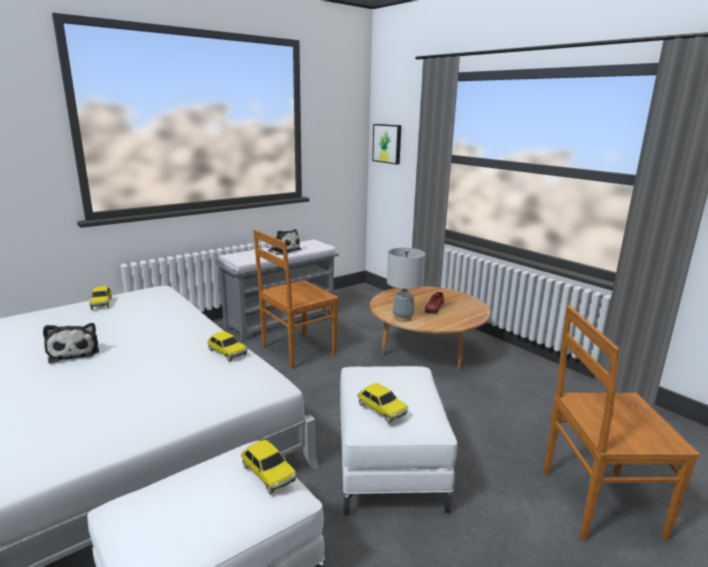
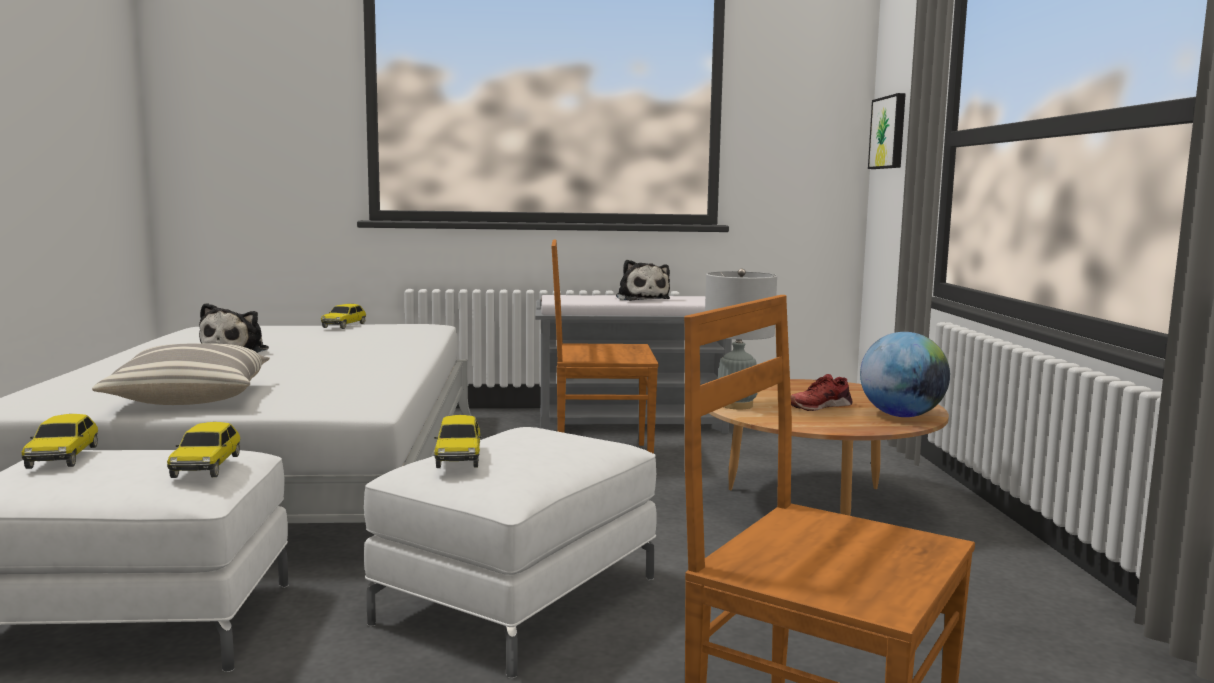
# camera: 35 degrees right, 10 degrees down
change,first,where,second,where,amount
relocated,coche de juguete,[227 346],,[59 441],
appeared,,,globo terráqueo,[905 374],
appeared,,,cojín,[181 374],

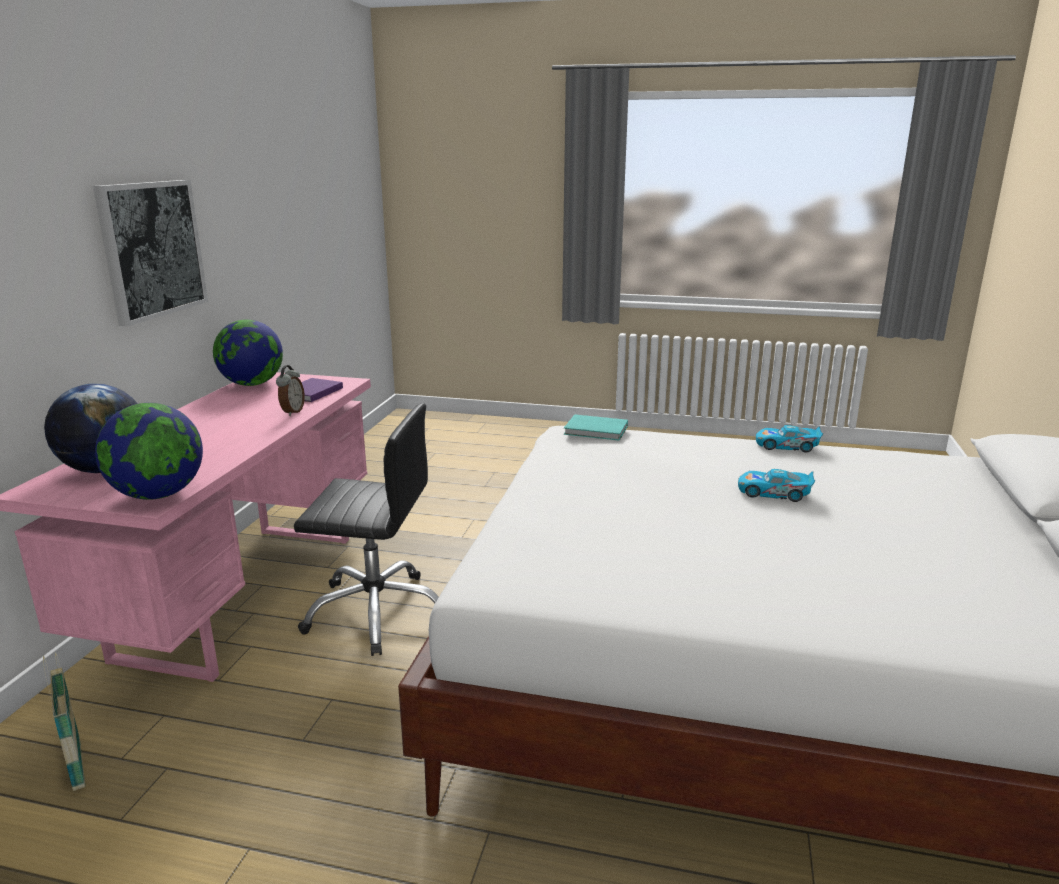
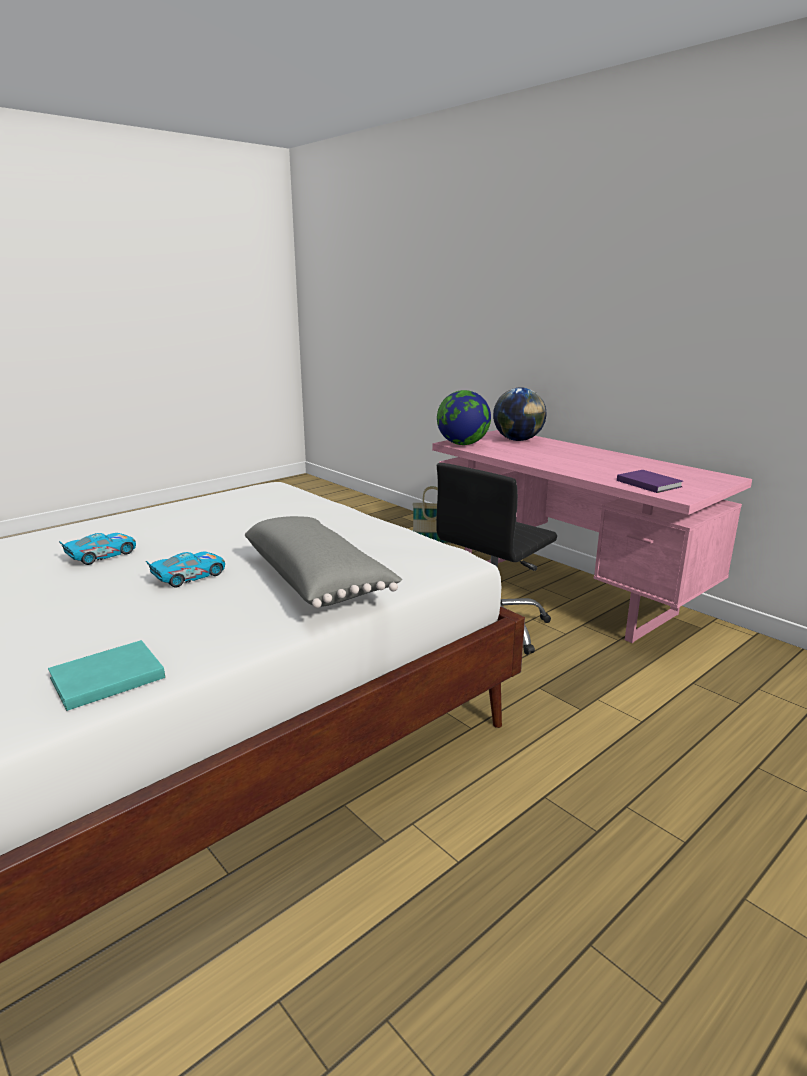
# camera: 125 degrees right, 0 degrees up
change,first,where,second,where,amount
missing,cuadro,[150 253],,,
missing,globo terráqueo,[248 353],,,
missing,despertador,[290 390],,,
relocated,libro (turquesa),[596 427],,[106 675],
relocated,coche de juguete,[789 439],,[97 549],
appeared,,,cojín (gris),[323 562],

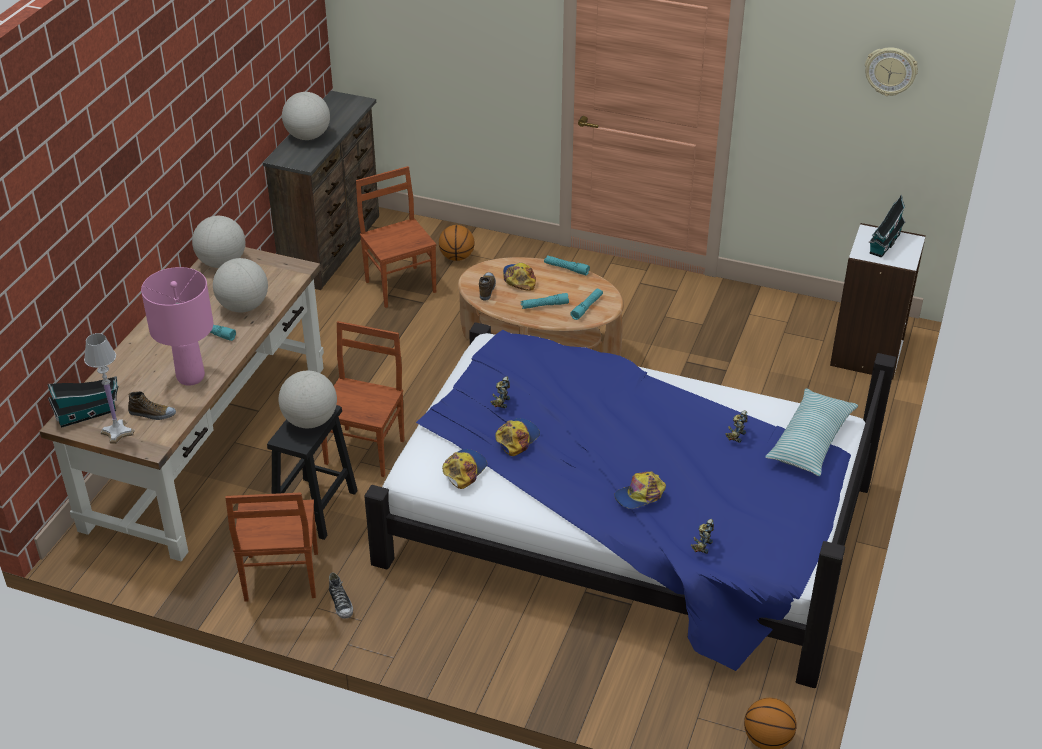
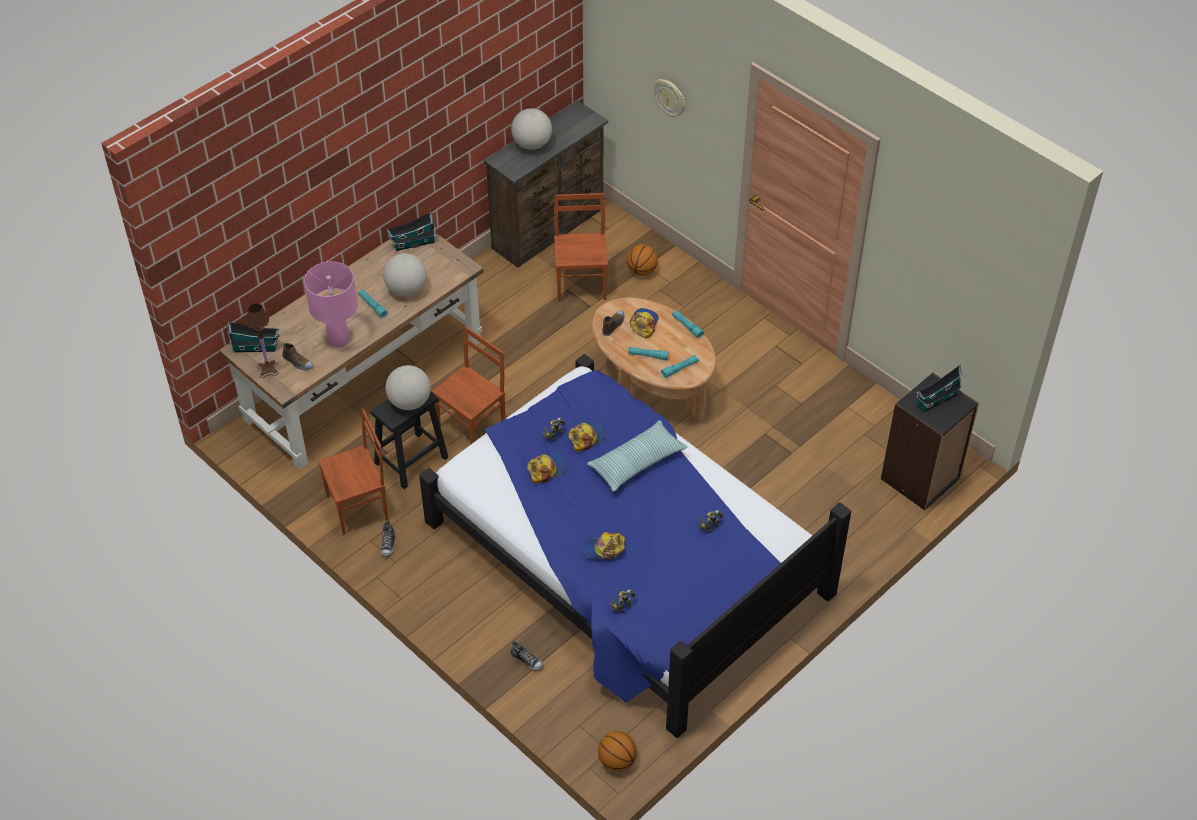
# camera: 25 degrees right, 10 degrees up
change,first,where,second,where,amount
relocated,reloj de pared,[891 71],,[669 98],
exchanged,globo terráqueo,[218 242],casita,[411 231],
colour,estantería (blanco),[878 301],estantería (negro),[930 441],
colour,lámpara de mesa (blanco),[109 388],lámpara de mesa (marrón),[262 341],
relocated,cojín,[811 432],,[637 456],
relocated,gorra,[464 469],,[587 436],
spun,silla (marrón),[271 547],,[353 471],135 degrees counterclockwise
appeared,,,zapato,[526 656],

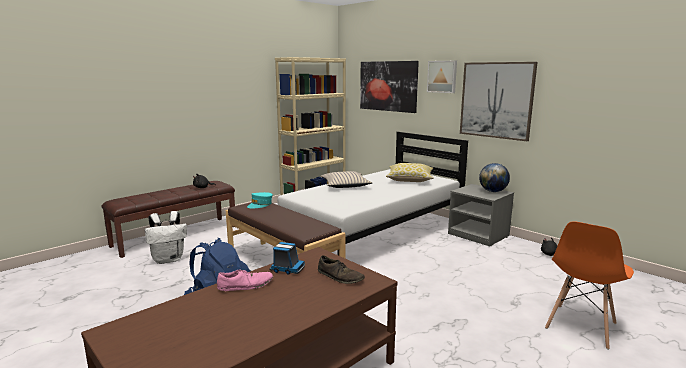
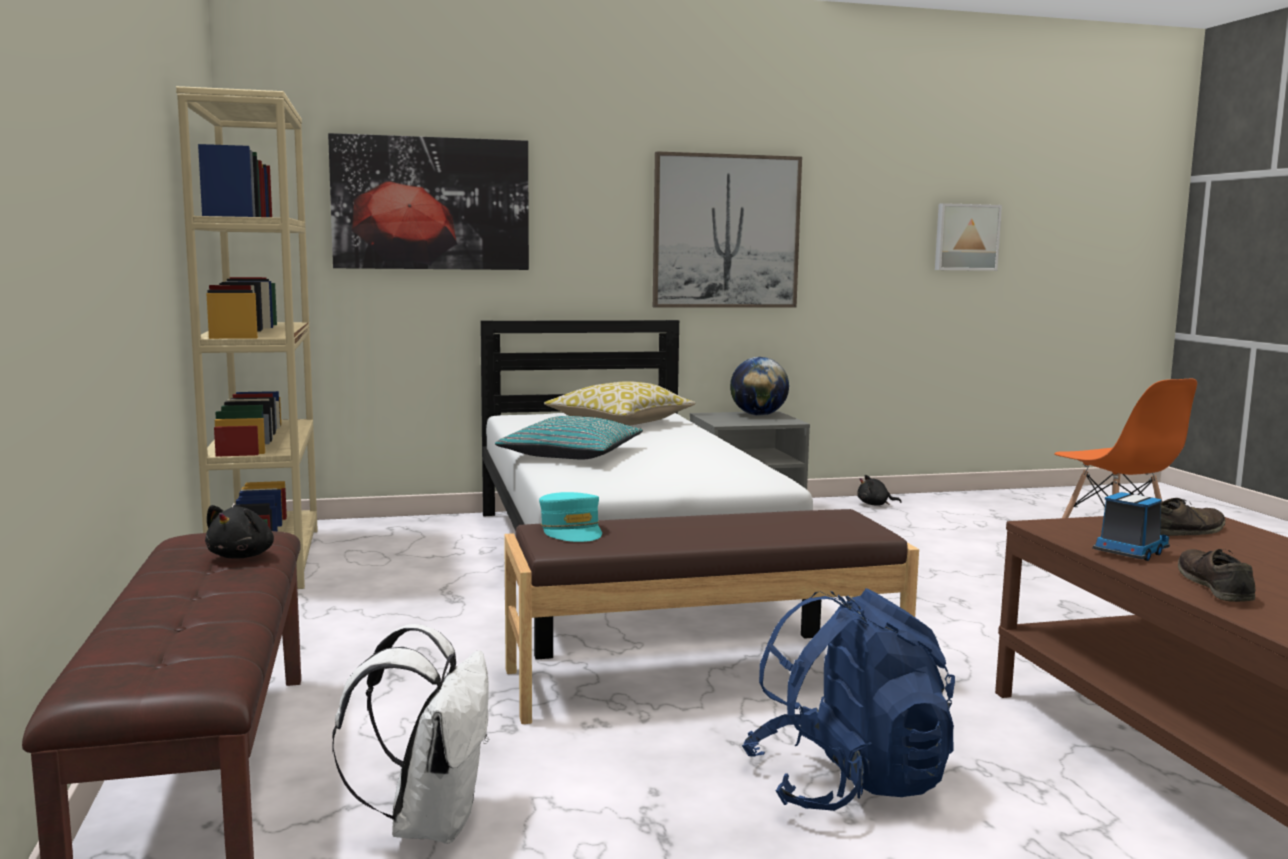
# camera: 60 degrees left, 5 degrees down
change,first,where,second,where,amount
relocated,cuadro,[442 77],,[968 237],
colour,cojín (beis),[346 179],cojín (turquesa),[569 437],
colour,zapato (rosa),[245 280],zapato (marrón),[1216 575],

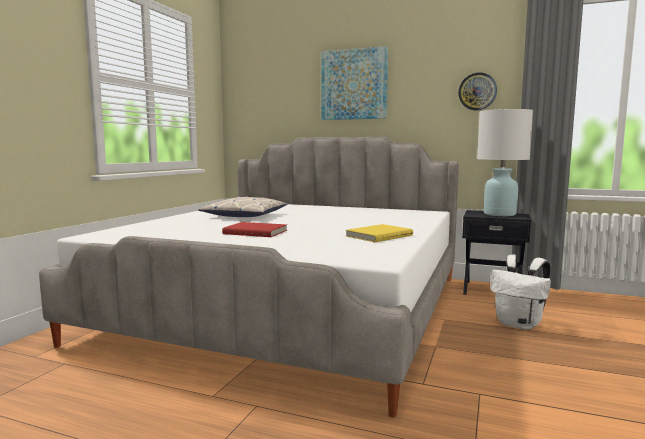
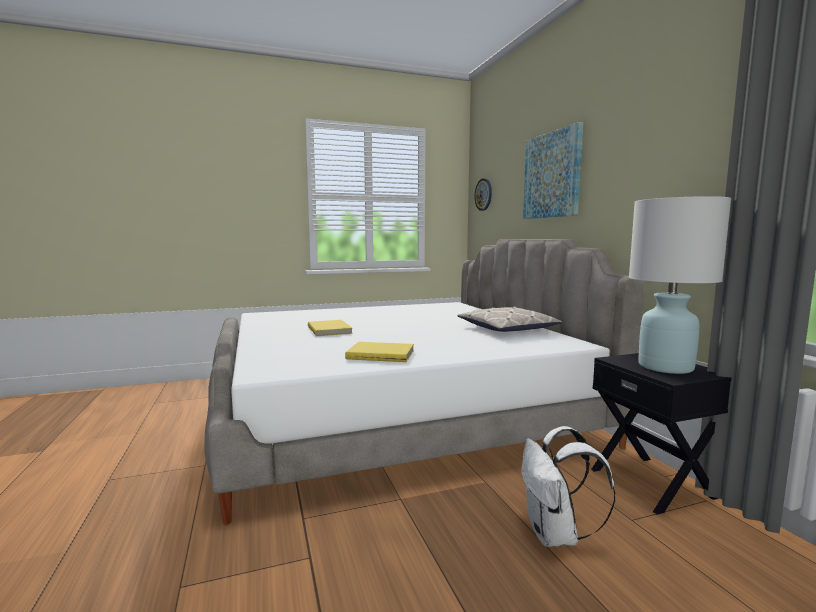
# camera: 50 degrees right, 0 degrees up
change,first,where,second,where,amount
relocated,reloj de pared,[477 91],,[483 194],
relocated,cojín,[242 206],,[509 319],
colour,libro (rojo),[254 229],libro (amarillo),[330 328],

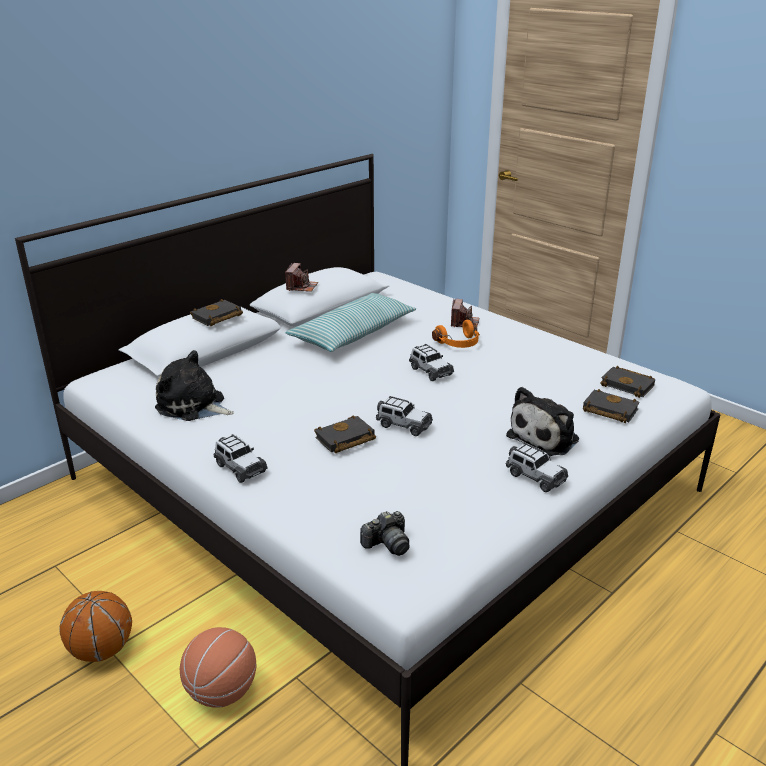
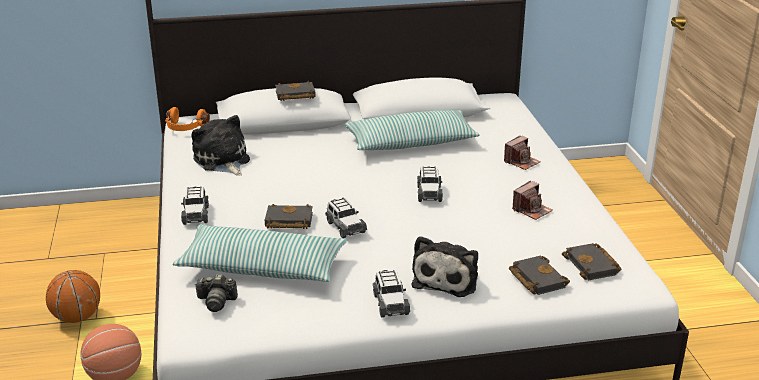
# camera: 35 degrees right, 0 degrees up
change,first,where,second,where,amount
relocated,cámara,[301 277],,[532 200],
relocated,auriculares (naranja),[456 334],,[187 119],
spun,peluche,[542 421],,[445 266],60 degrees counterclockwise
appeared,,,cojín,[260 253],

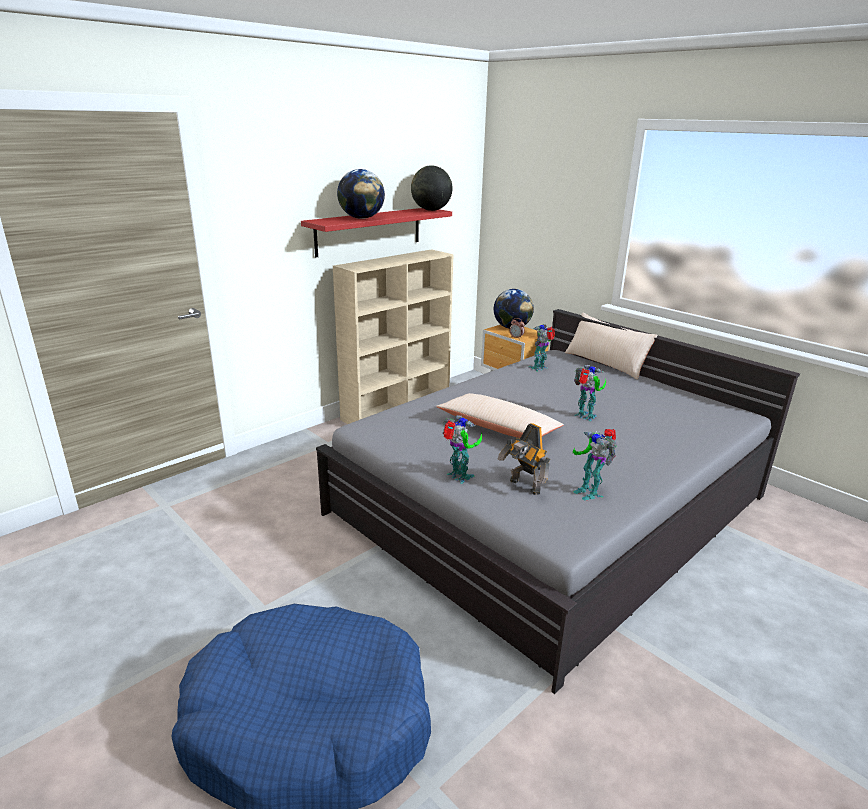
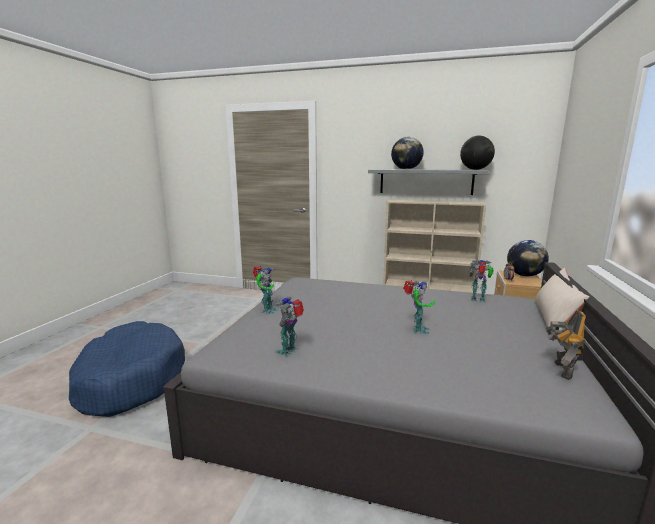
# camera: 60 degrees right, 10 degrees down
change,first,where,second,where,amount
colour,estante (rojo),[376 232],estante (gris),[428 182],
missing,cojín (beis),[500 415],,,
relocated,robot de juguete,[523 459],,[565 345],

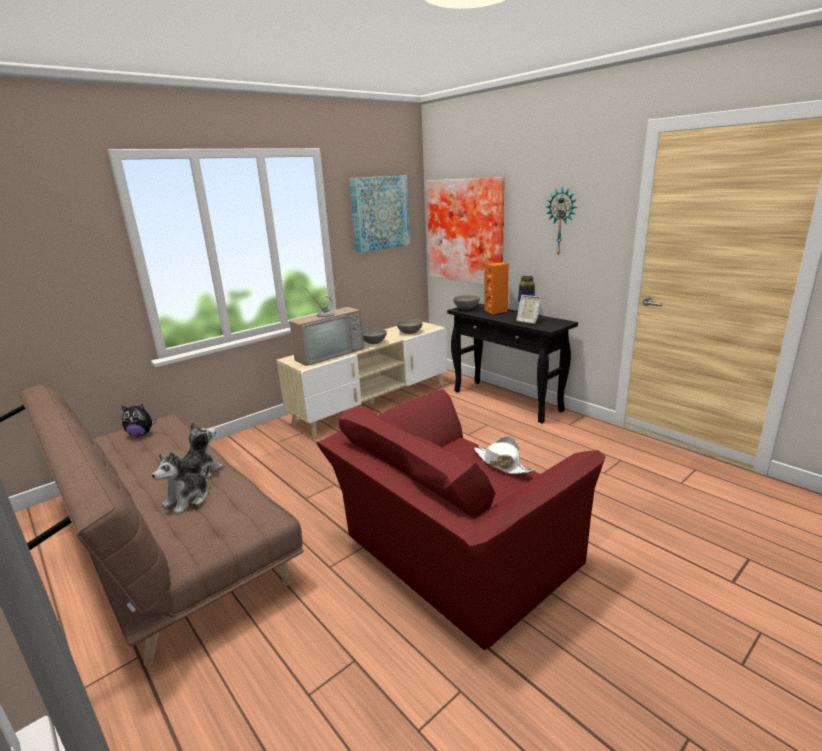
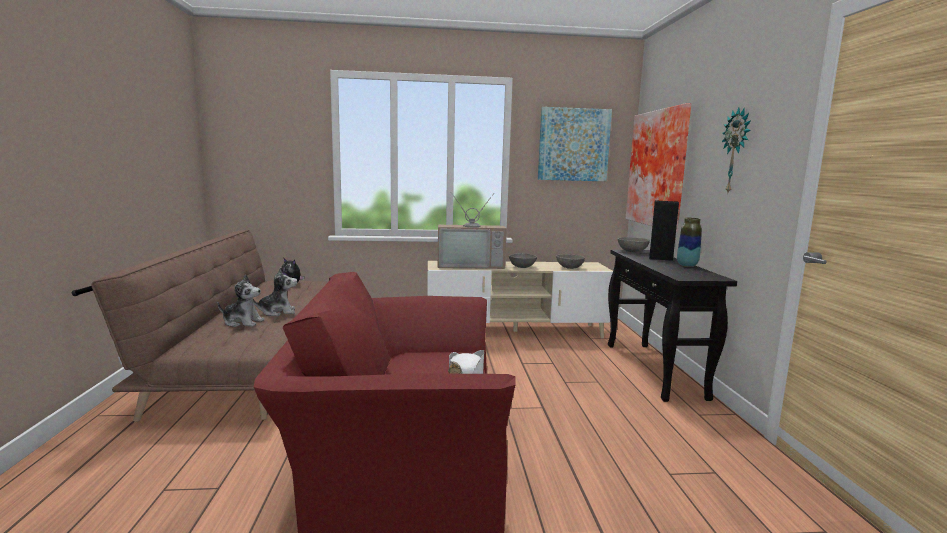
# camera: 35 degrees right, 10 degrees down
change,first,where,second,where,amount
colour,altavoz (naranja),[496 288],altavoz (negro),[664 230],
missing,portarretratos,[529 309],,,
spun,peluche,[180 482],,[241 301],150 degrees counterclockwise

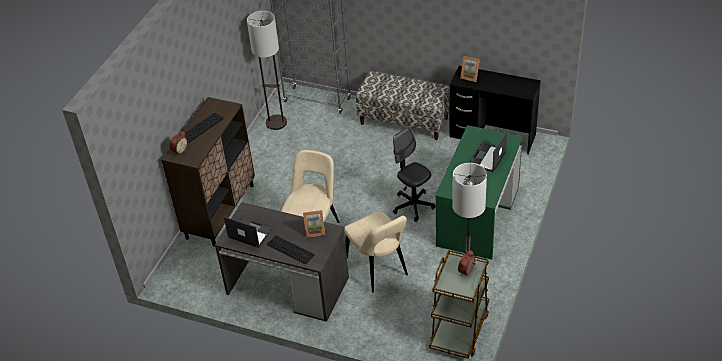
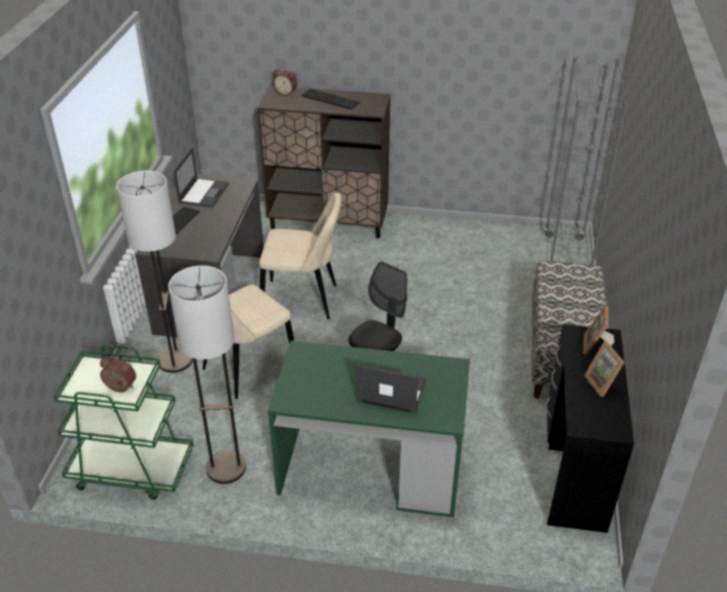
# camera: 75 degrees right, 5 degrees down
change,first,where,second,where,amount
relocated,lámpara de pie,[267 70],,[154 272],
relocated,portarretratos,[314 224],,[604 369],
colour,carrito (marrón),[459 304],carrito (verde),[123 421],

